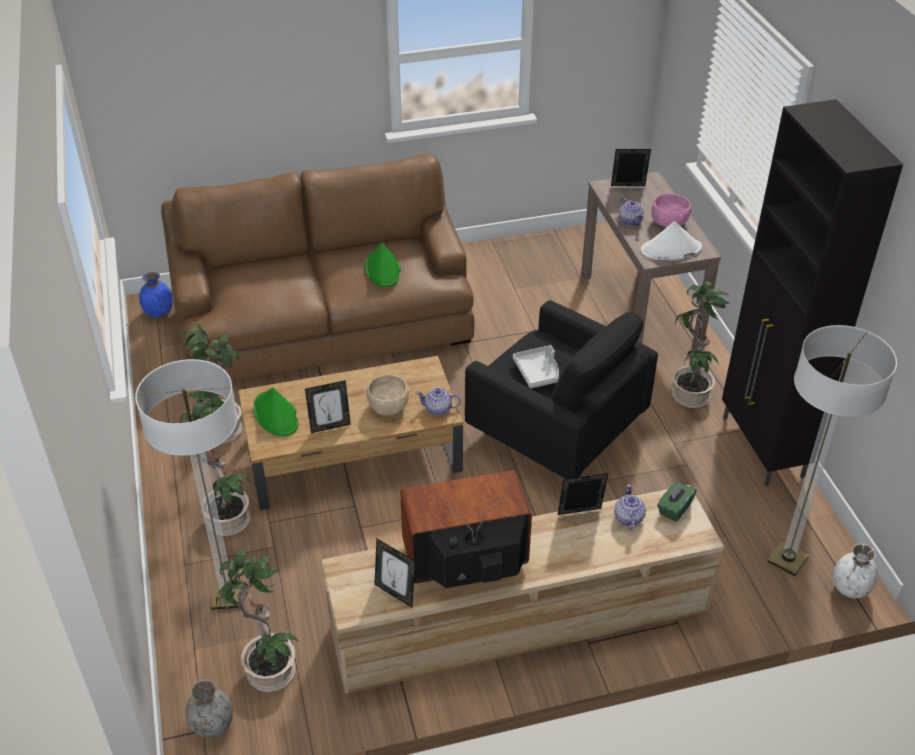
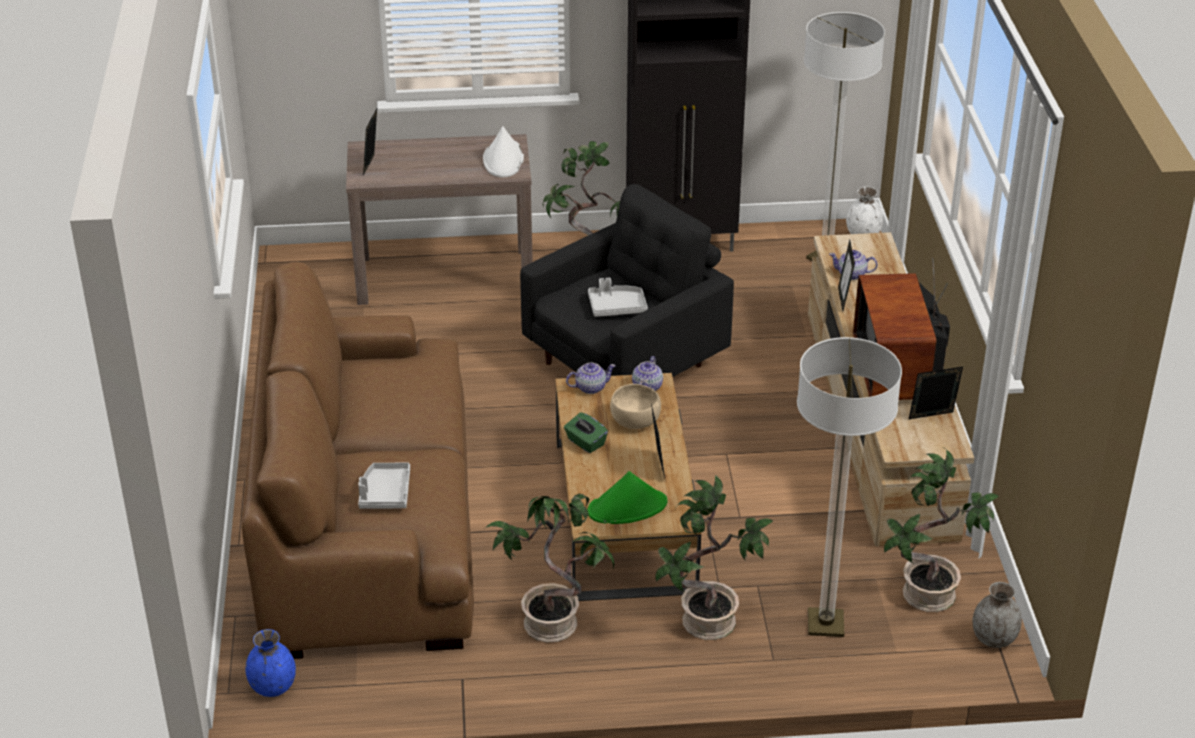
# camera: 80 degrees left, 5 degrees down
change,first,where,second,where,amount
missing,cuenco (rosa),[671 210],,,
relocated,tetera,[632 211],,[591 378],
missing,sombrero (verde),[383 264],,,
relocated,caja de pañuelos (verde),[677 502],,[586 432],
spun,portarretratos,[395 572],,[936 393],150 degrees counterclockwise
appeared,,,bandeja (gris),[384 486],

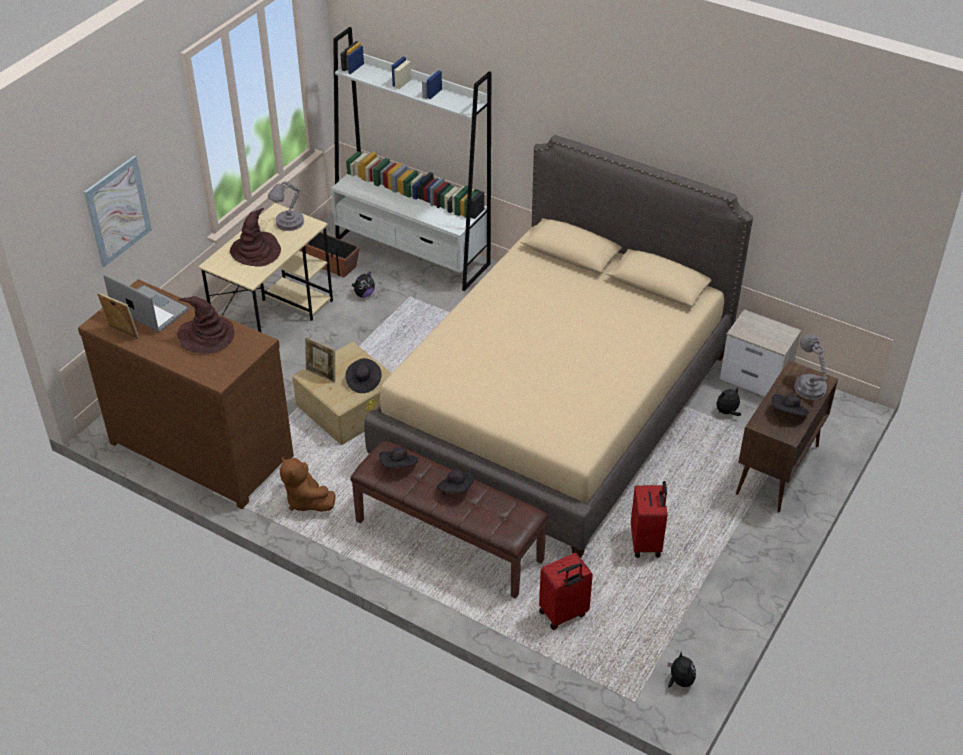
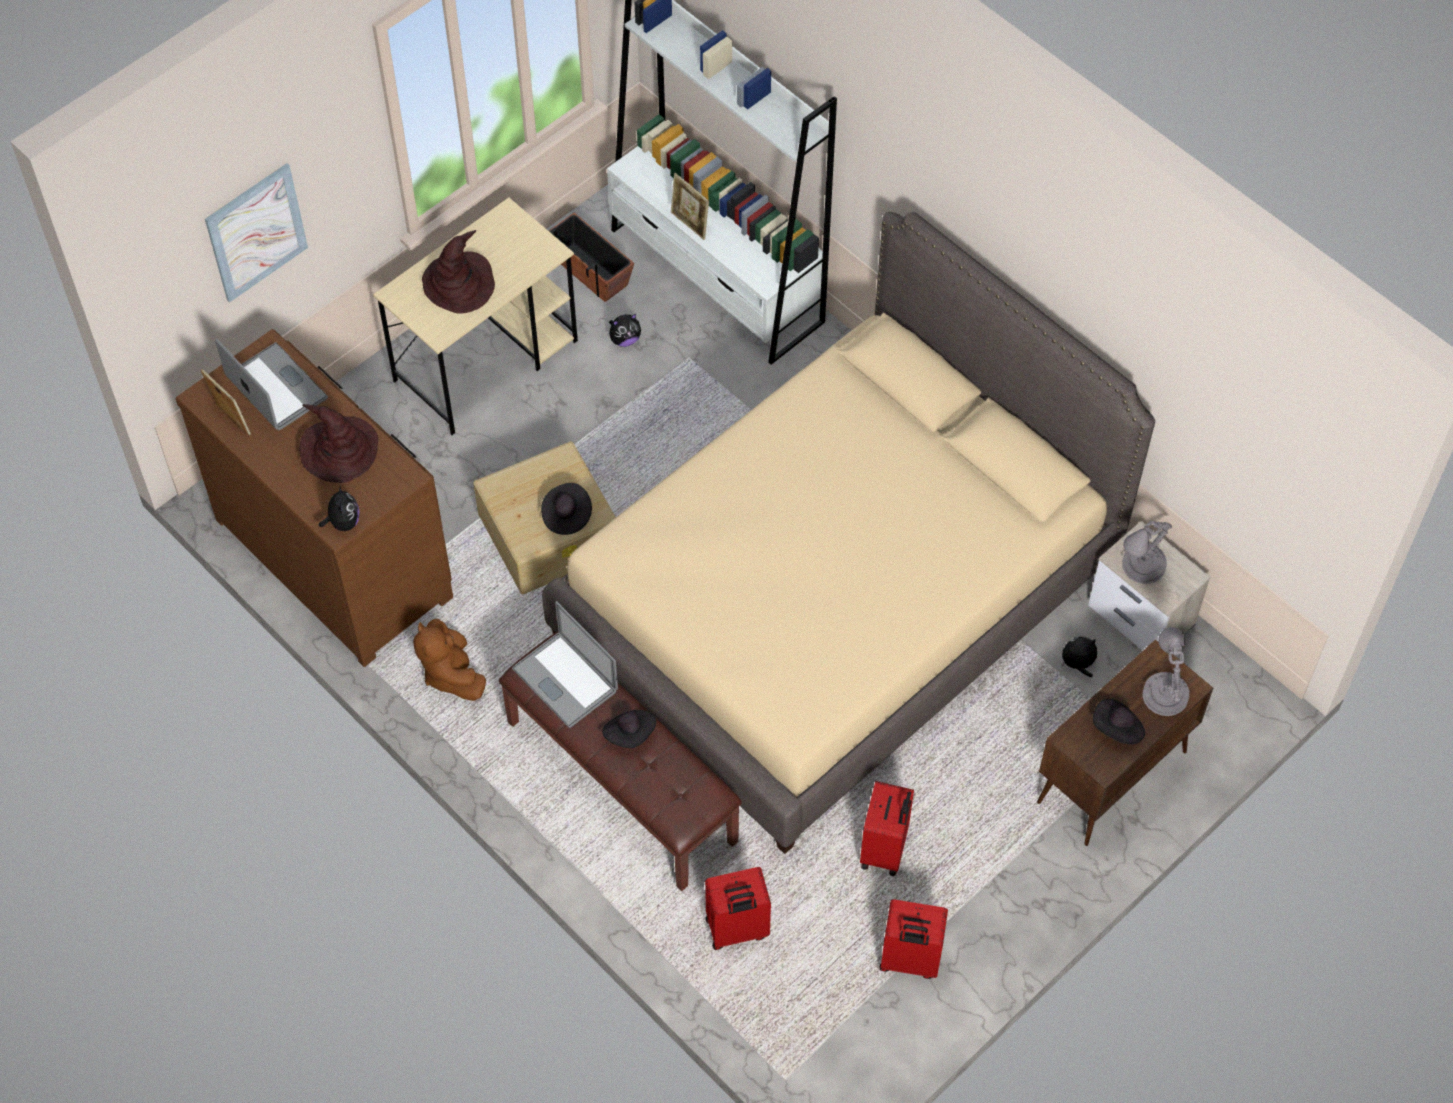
# camera: 15 degrees right, 15 degrees up
change,first,where,second,where,amount
relocated,lámpara de mesa (gris),[286 206],,[1147 552],
relocated,portarretratos,[320 360],,[690 206],
exchanged,sombrero (negro),[398 457],portátil,[565 664],
relocated,peluche,[682 669],,[339 508],
appeared,,,maleta (rojo),[913 939],

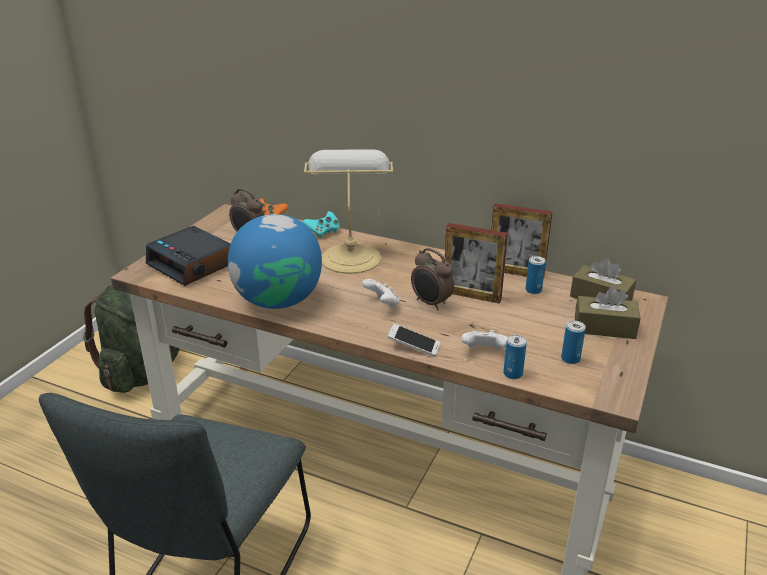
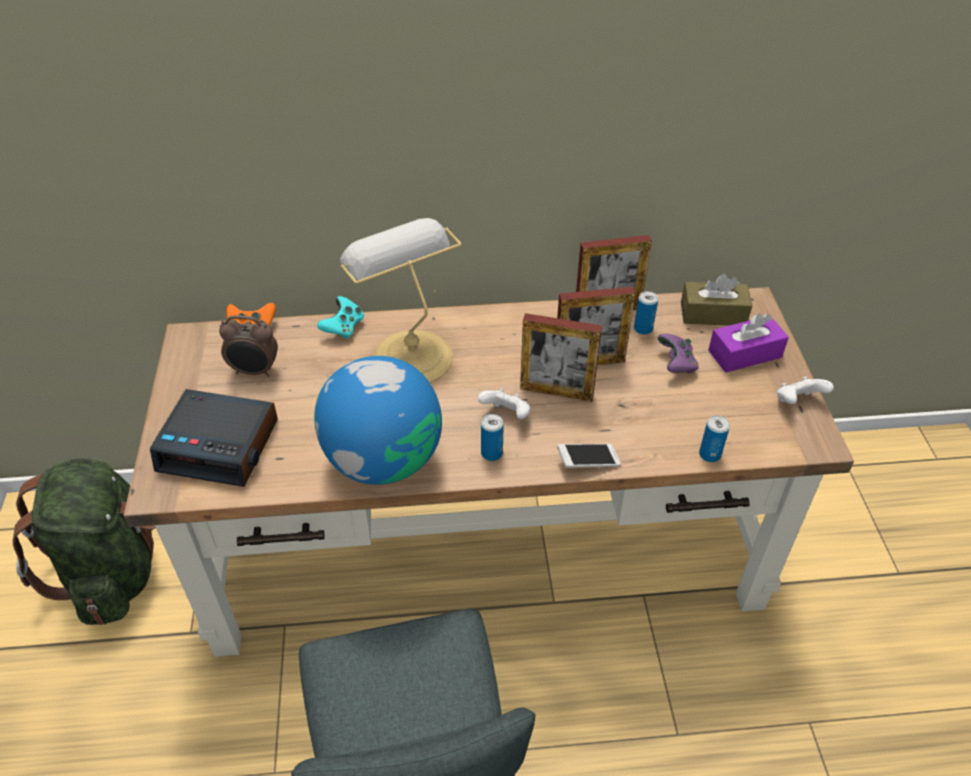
# camera: 30 degrees left, 15 degrees up
change,first,where,second,where,amount
exchanged,despertador,[432 279],portarretratos,[561 357],
colour,caja de pañuelos (marrón),[608 312],caja de pañuelos (morado),[748 343],
relocated,lata,[573 342],,[492 437],
relocated,mando de consola (blanco),[484 340],,[805 390],
appeared,,,mando de consola (morado),[678 353],

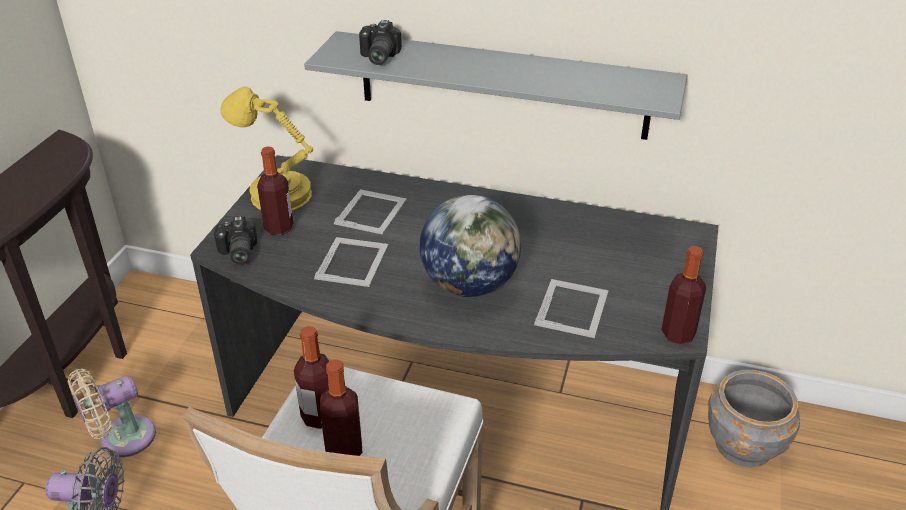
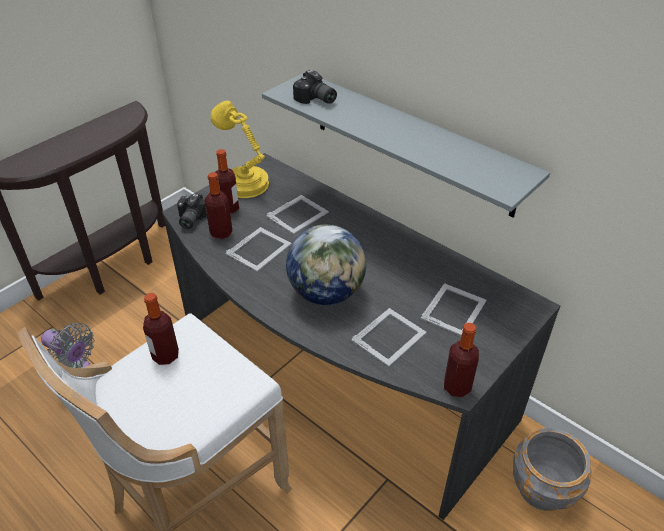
# camera: 25 degrees right, 5 degrees up
change,first,where,second,where,amount
spun,cámara,[380 42],,[315 87],75 degrees counterclockwise
relocated,botella,[341 407],,[219 205],
missing,ventilador (beis),[112 413],,,
appeared,,,portarretratos,[453 309],

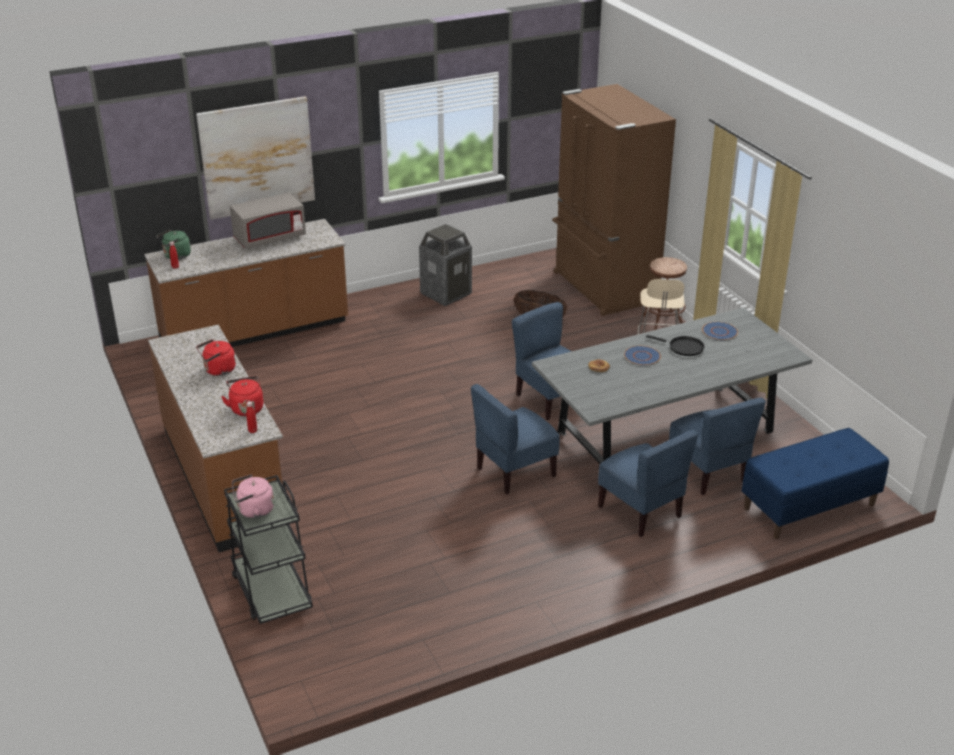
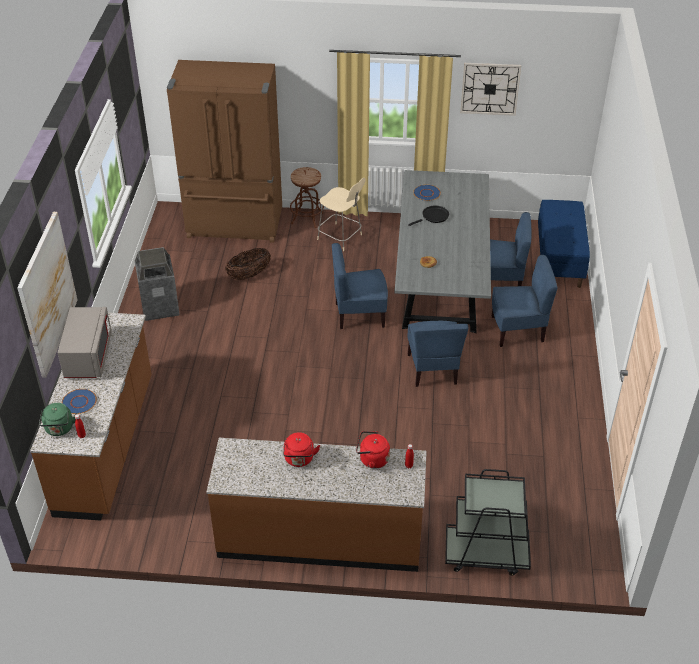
# camera: 60 degrees left, 10 degrees up
change,first,where,second,where,amount
relocated,plato (azul),[642 356],,[79 401],
missing,hervidor (rosa),[253 496],,,
appeared,,,reloj de pared,[490 89],

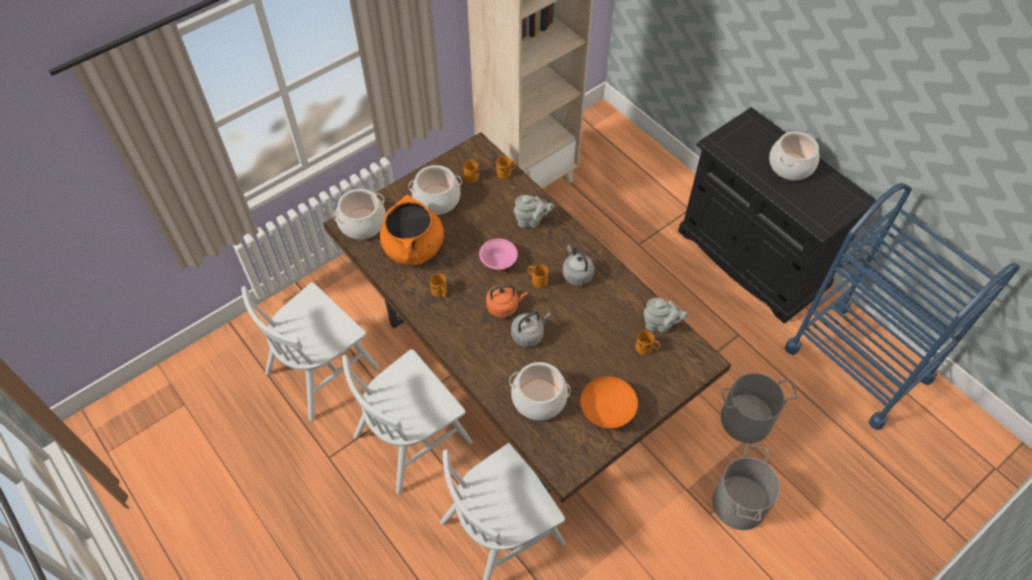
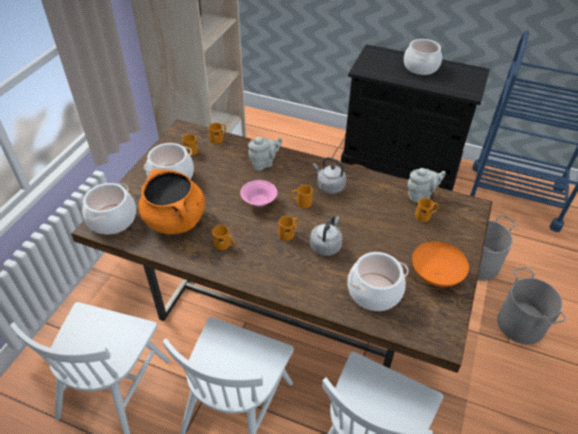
# camera: 30 degrees left, 10 degrees down
change,first,where,second,where,amount
exchanged,hervidor (naranja),[507 301],taza grande (naranja),[289 228],

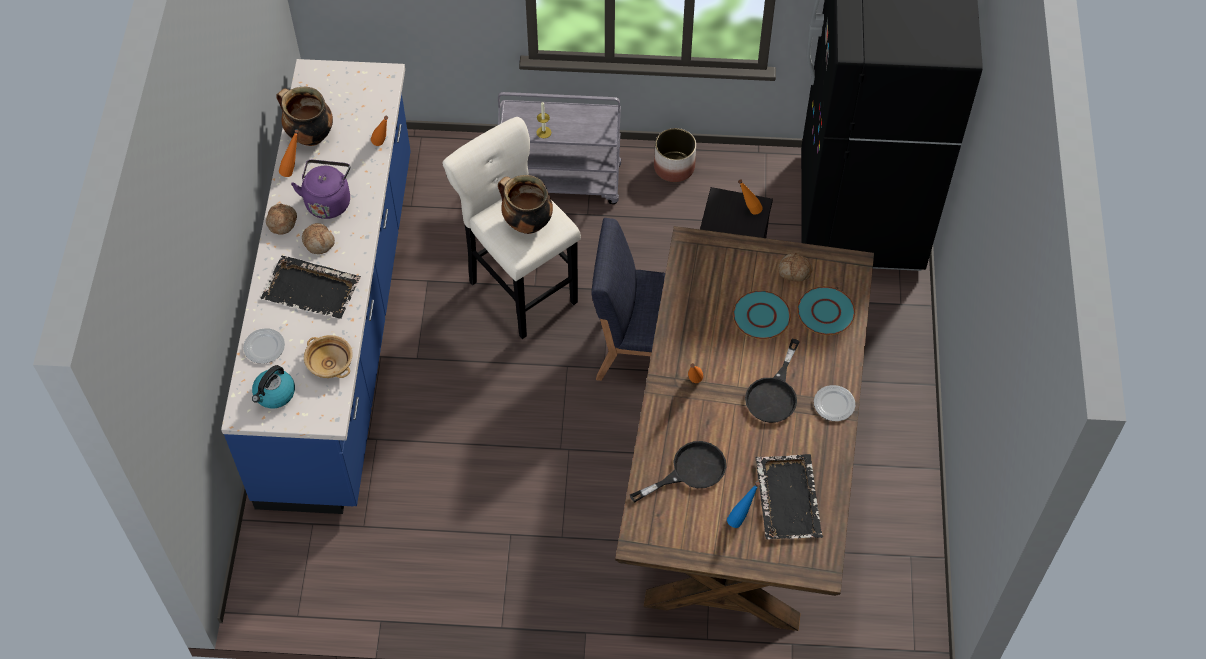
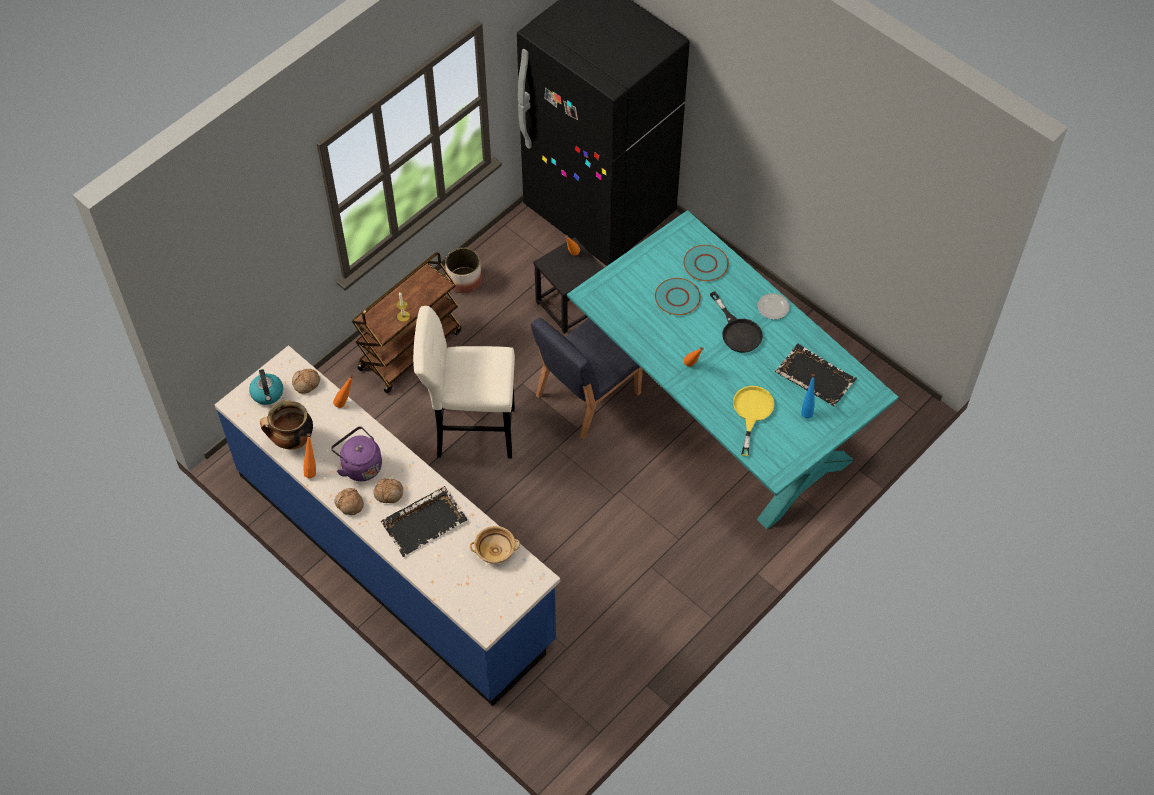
# camera: 50 degrees left, 0 degrees up
change,first,where,second,where,amount
colour,carrito (gris),[559 148],carrito (marrón),[407 322],
missing,olla,[525 204],,,
colour,mesa de comedor (marrón),[744 428],mesa de comedor (turquesa),[733 369],
relocated,pan,[795 267],,[306 381],
missing,plato,[264 346],,,
relocated,hervidor,[273 387],,[266 387],
colour,sartén (negro),[678 471],sartén (amarillo),[753 421],

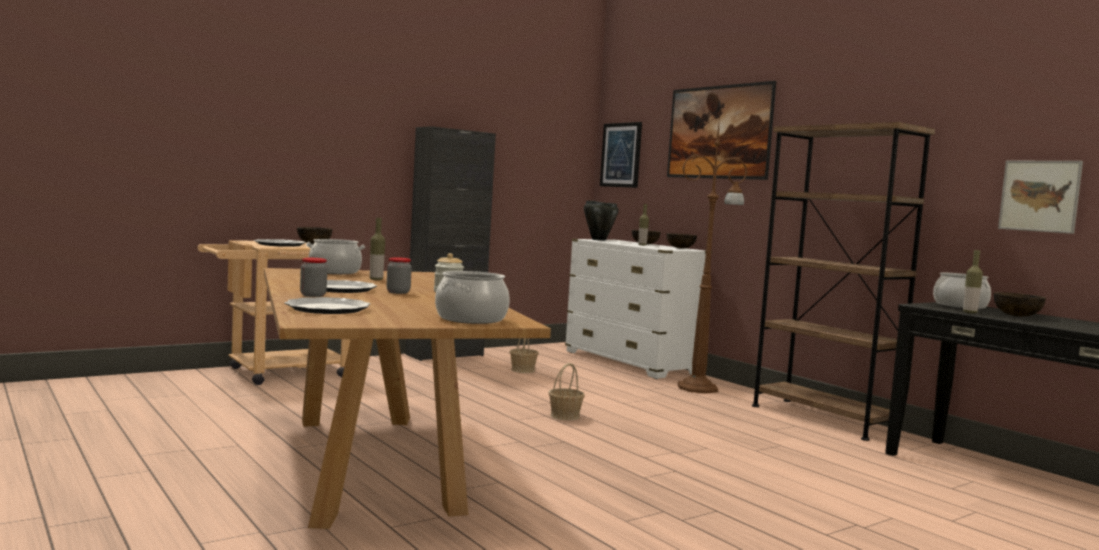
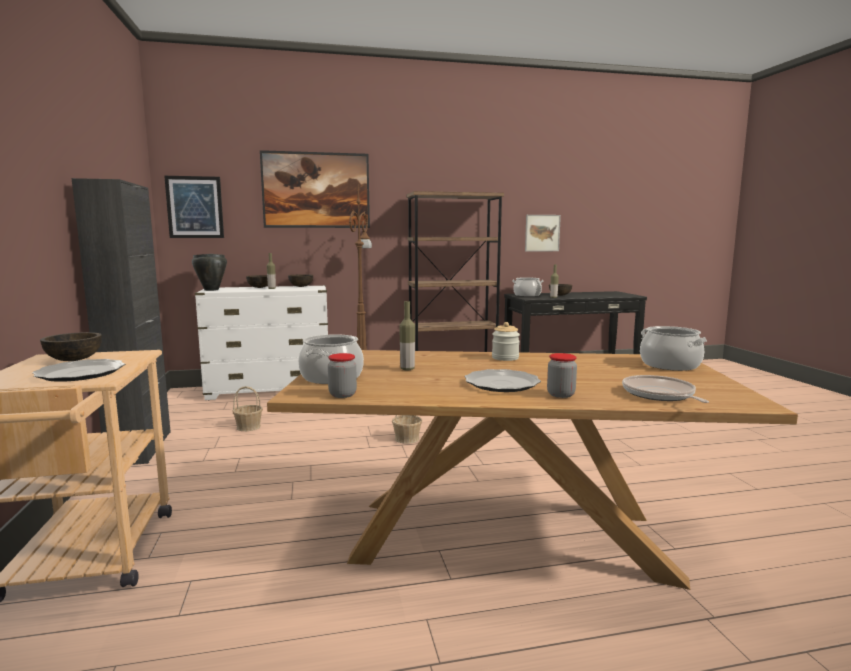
# camera: 65 degrees left, 5 degrees up
change,first,where,second,where,amount
relocated,tarro,[399 275],,[342 375],
exchanged,plato,[327 305],sartén,[665 389],

